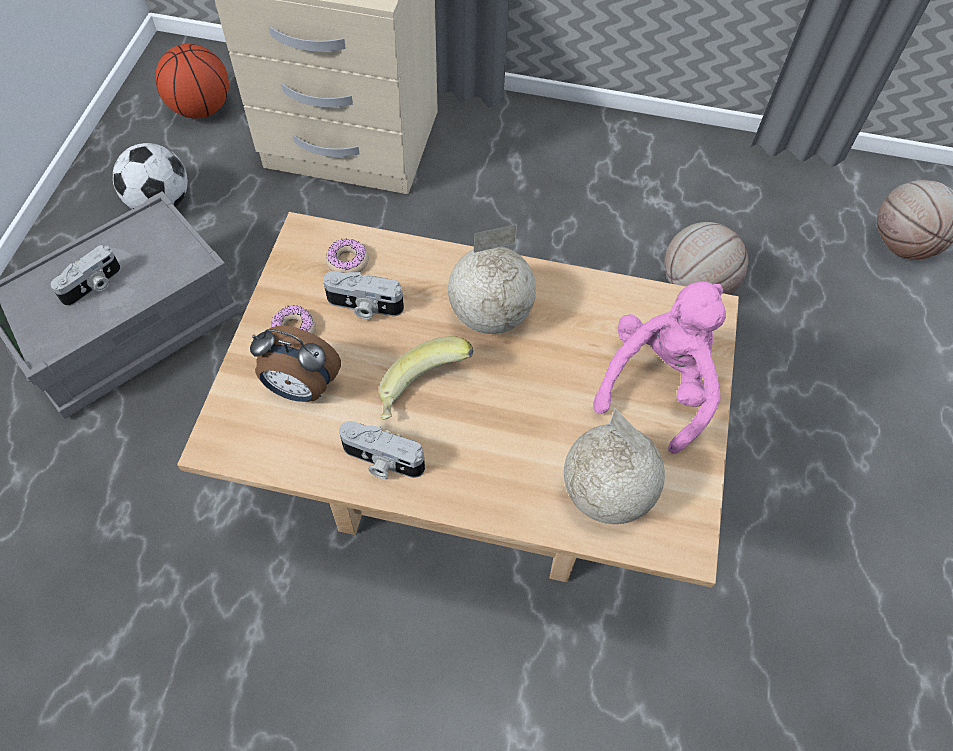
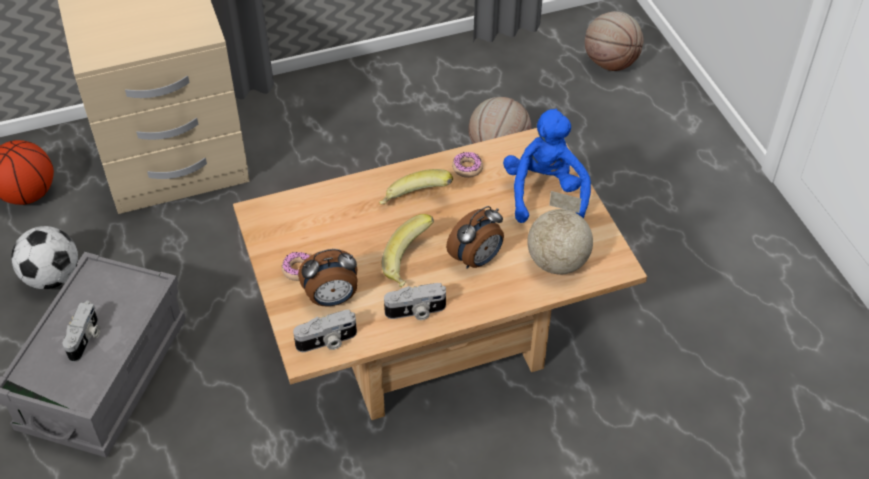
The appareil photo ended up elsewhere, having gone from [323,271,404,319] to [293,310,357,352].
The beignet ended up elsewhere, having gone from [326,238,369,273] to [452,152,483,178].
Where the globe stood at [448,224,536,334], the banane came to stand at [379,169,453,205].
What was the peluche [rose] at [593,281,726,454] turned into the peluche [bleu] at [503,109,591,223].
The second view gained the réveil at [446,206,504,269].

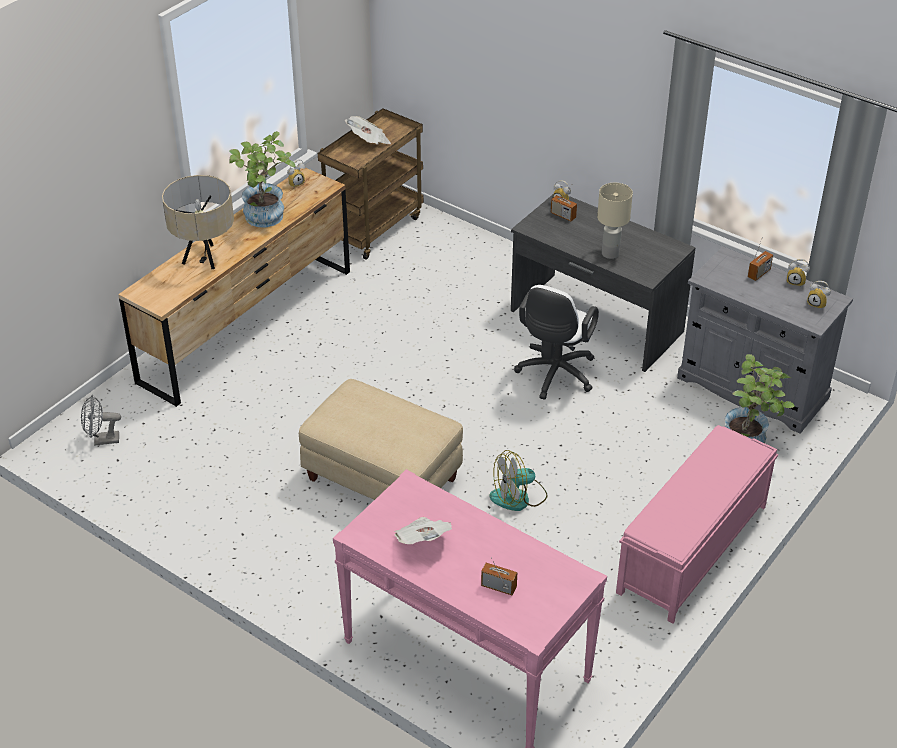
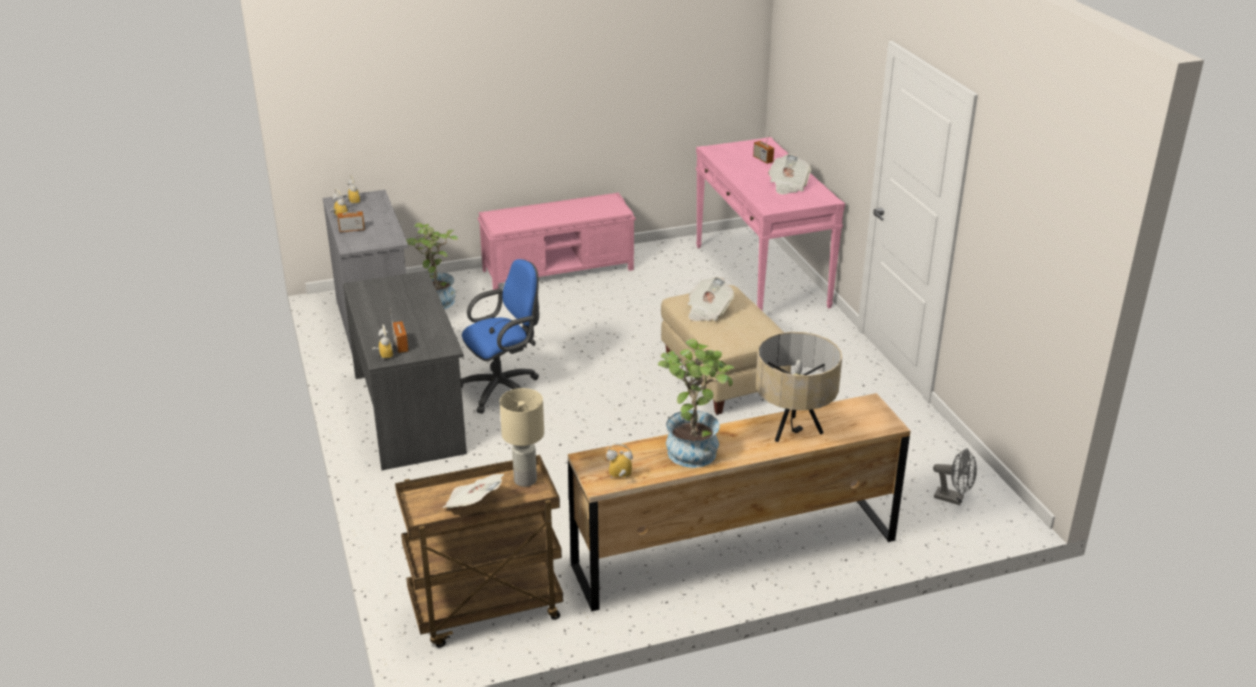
The second view lost the ventilateur at [489,450,548,511].
What was the chaise de bureau [blanc] at [514,285,599,400] turned into the chaise de bureau [bleu] at [461,259,539,414].
The lampe de table [beige] ended up elsewhere, having gone from [597,183,633,259] to [500,388,544,487].
The second view gained the journal at [688,277,734,321].

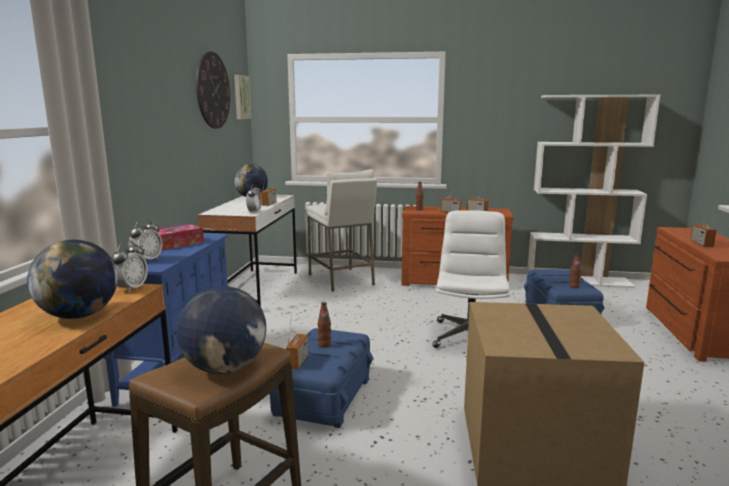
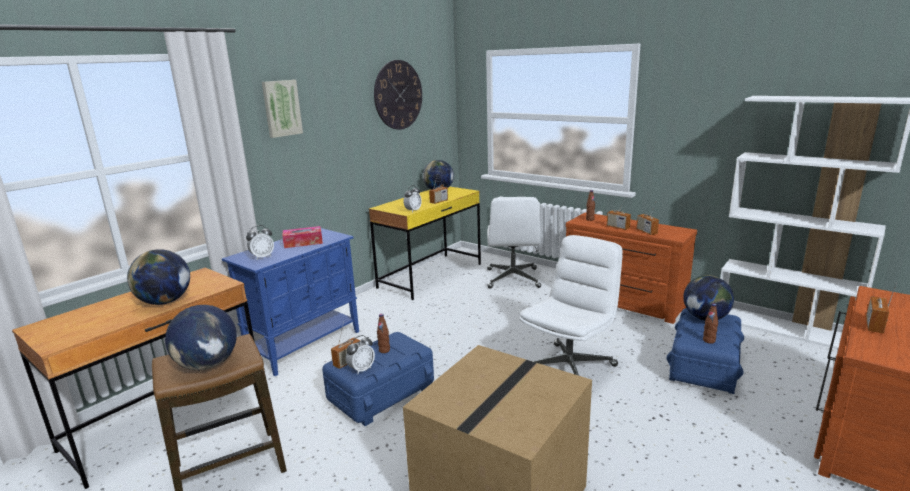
The réveil ended up elsewhere, having gone from [112,241,148,293] to [346,335,375,375].
What was the bureau [blanc] at [198,195,297,307] turned into the bureau [jaune] at [369,187,481,300].
The tableau ended up elsewhere, having gone from [234,75,251,119] to [262,80,303,138].
Where the tabouret [blanc] stood at [307,169,377,292], the chaise de bureau [blanc] came to stand at [487,197,541,289].
The second view gained the globe at [683,275,734,321].

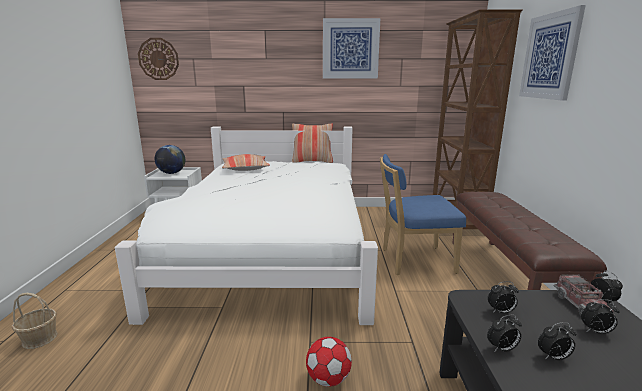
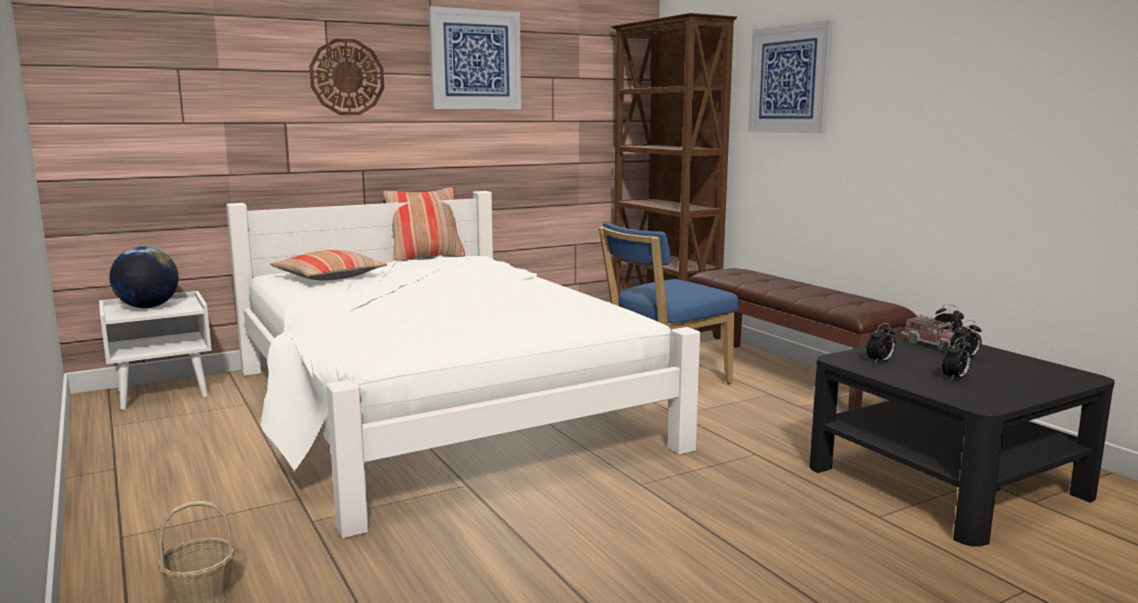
The horloge murale ended up elsewhere, having gone from [138,38,179,80] to [309,38,384,115].
The second view lost the ballon de foot at [306,337,352,387].
The second view lost the réveil at [487,314,522,352].

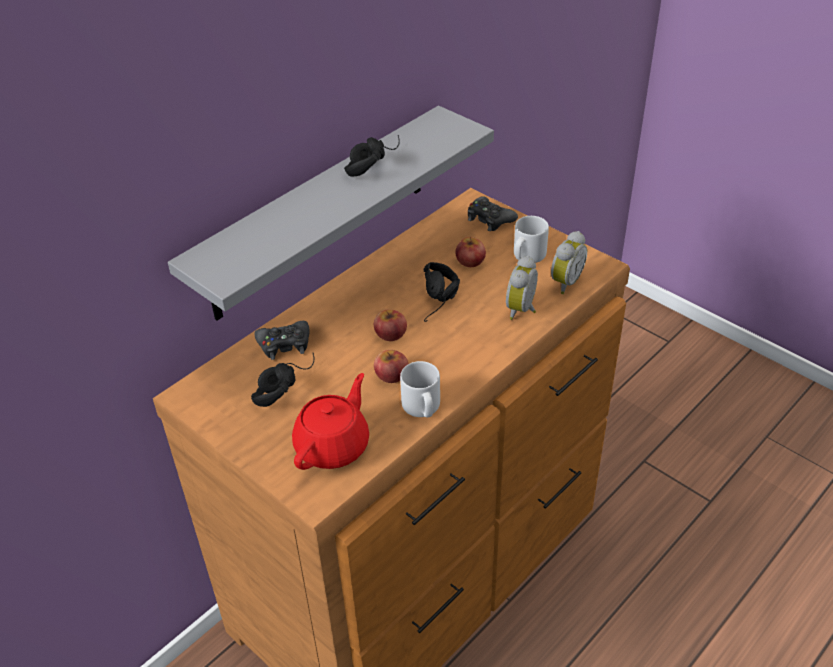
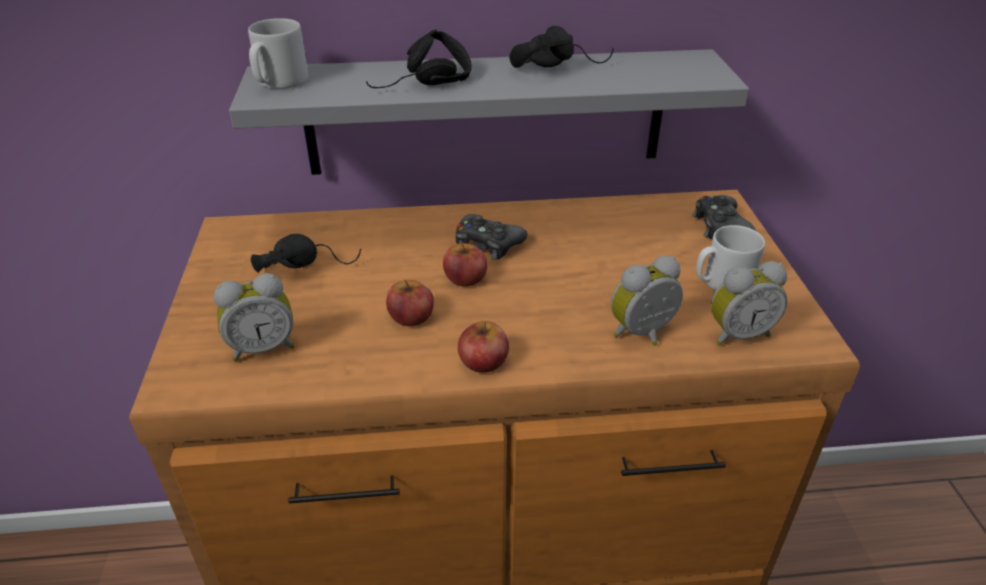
The manette [noir] ended up elsewhere, having gone from [255,321,310,360] to [456,214,528,260].
Where the théière [rouge] stood at [292,373,369,470], the réveil came to stand at [214,273,295,362].
The mug [gris] ended up elsewhere, having gone from [400,361,440,417] to [248,18,308,89].
The casque audio [noir] ended up elsewhere, having gone from [424,262,460,322] to [366,29,472,88].
The pomme ended up elsewhere, having gone from [455,237,486,267] to [458,321,509,373].

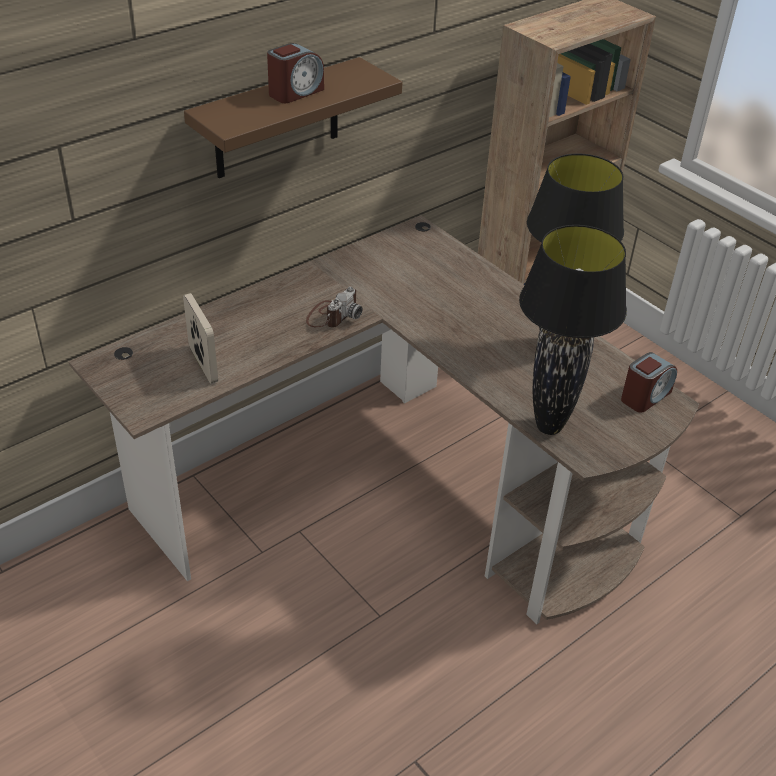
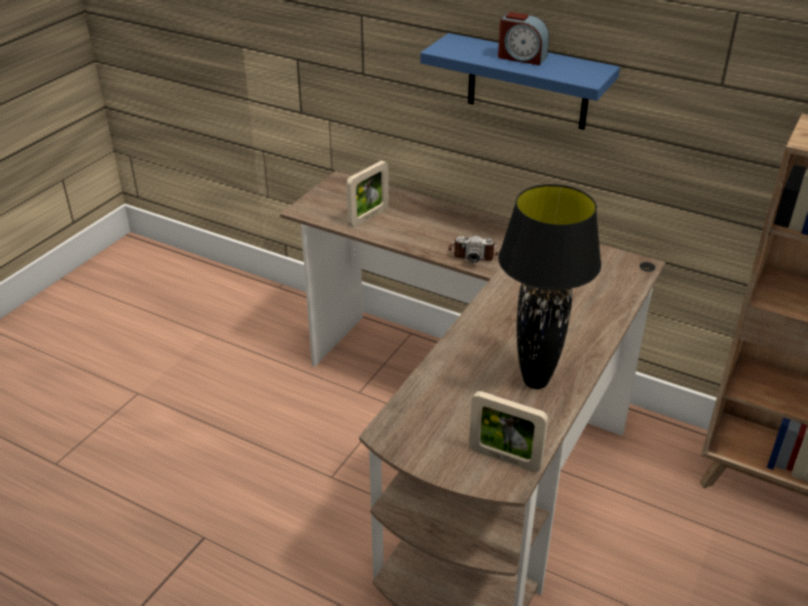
What was the étagère [marron] at [184,57,402,178] turned into the étagère [bleu] at [420,33,620,130].
The second view lost the lampe de table [noir] at [519,225,627,435].
Where the réveil stood at [621,352,677,413], the cadre photo came to stand at [469,391,548,472].

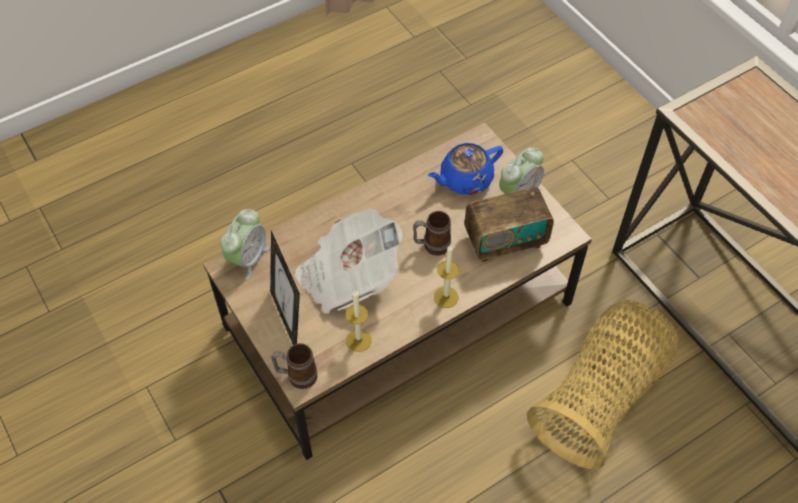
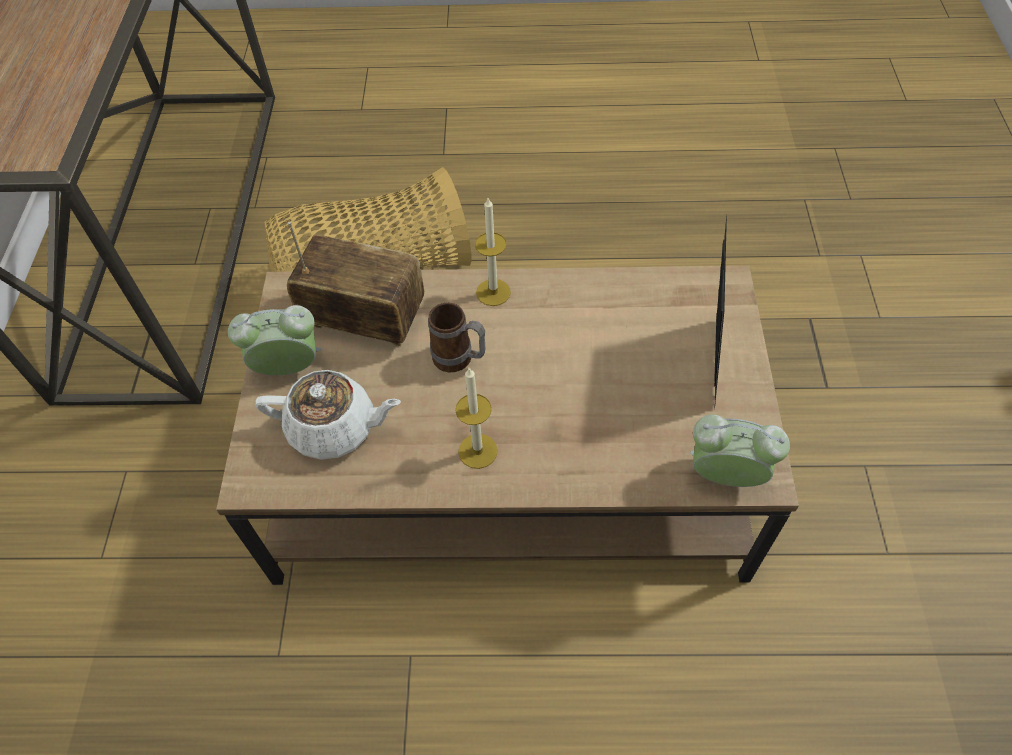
The réveil at [220,209,269,280] ended up facing another way, 45 degrees clockwise from before.
The second view lost the mug at [271,343,317,389].
The second view lost the journal at [295,208,404,314].
The bougie ended up elsewhere, having gone from [346,290,372,352] to [455,368,498,469].
What was the théière [bleu] at [428,143,503,195] turned into the théière [blanc] at [255,370,401,460].

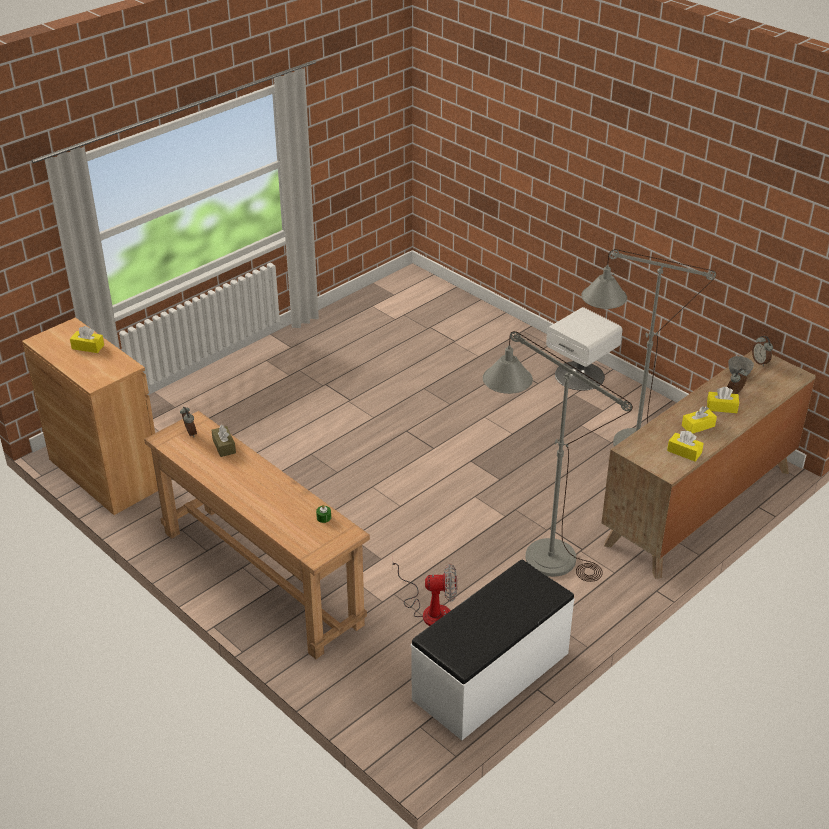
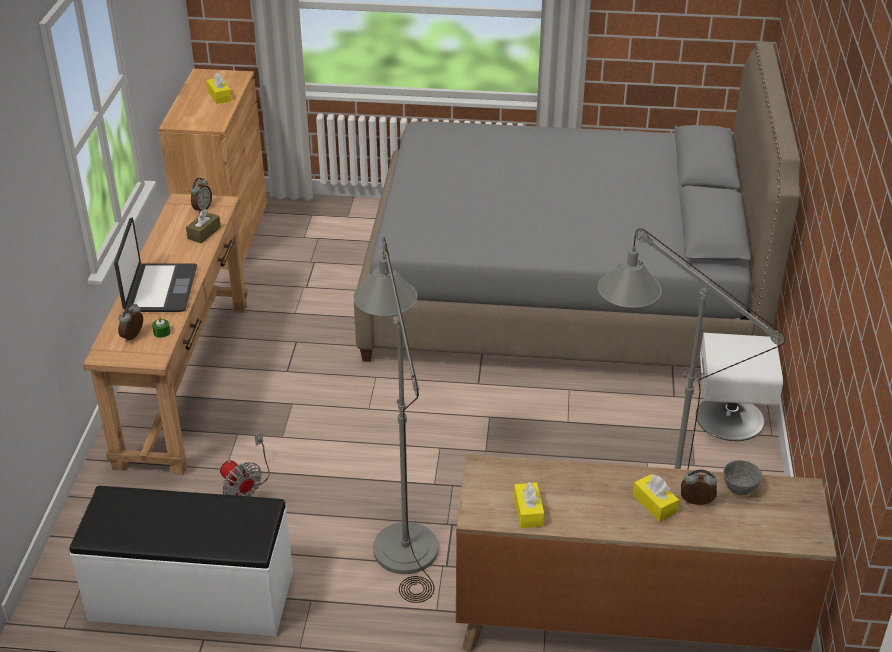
The second view lost the boîte à mouchoirs [jaune] at [682,406,717,433].
The réveil ended up elsewhere, having gone from [752,336,773,367] to [118,304,143,342].
The second view gained the ordinateur portable at [114,217,197,312].
The second view gained the lit [gris] at [354,42,800,368].

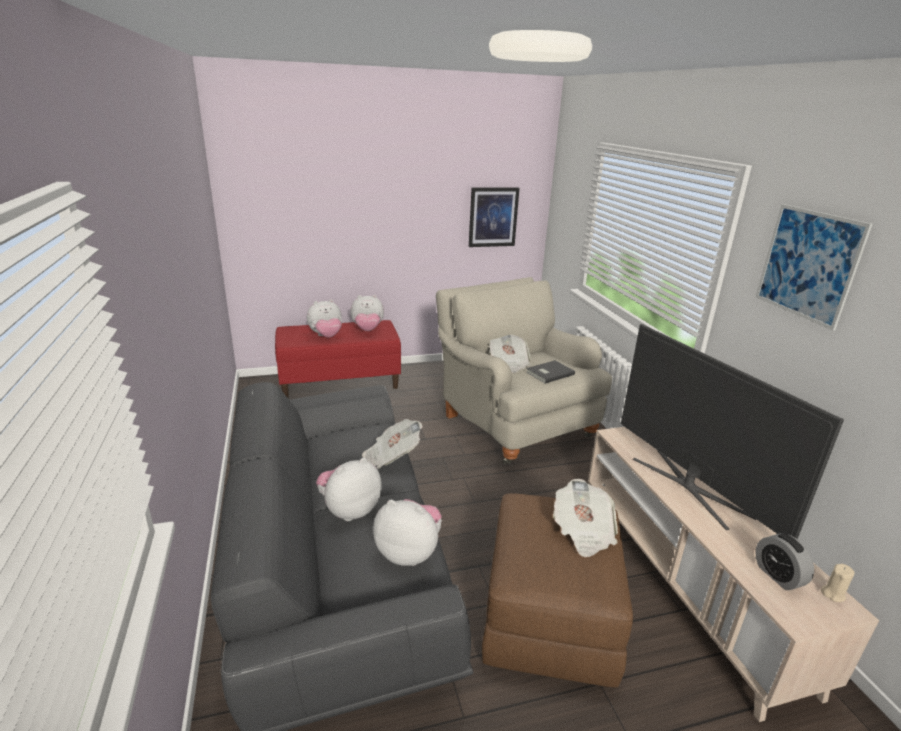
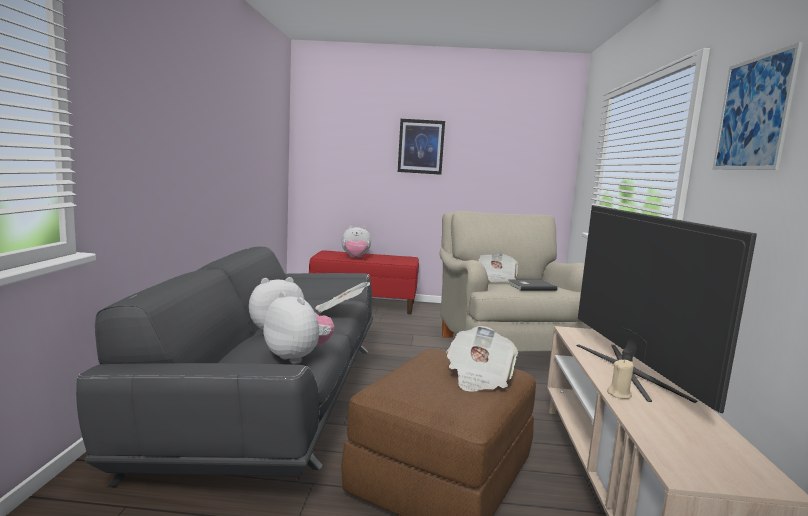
The second view lost the peluche at [350,295,384,331].
The tableau ended up elsewhere, having gone from [469,187,520,247] to [398,119,445,175].
The second view lost the réveil at [755,533,814,590].
The bougie [beige] ended up elsewhere, having gone from [821,564,855,602] to [607,359,634,399].

